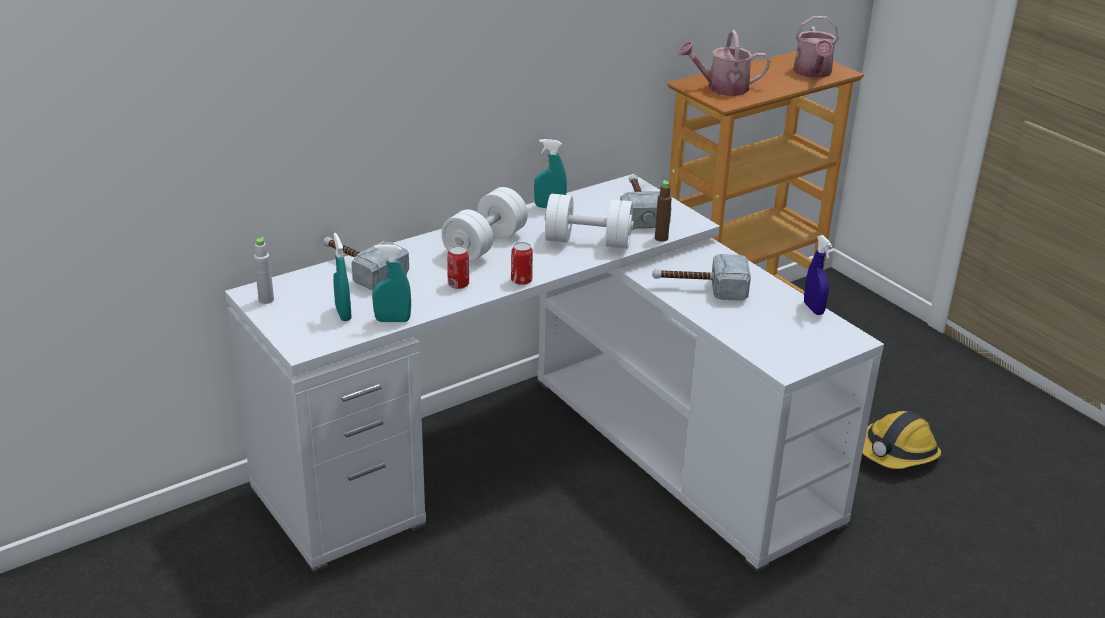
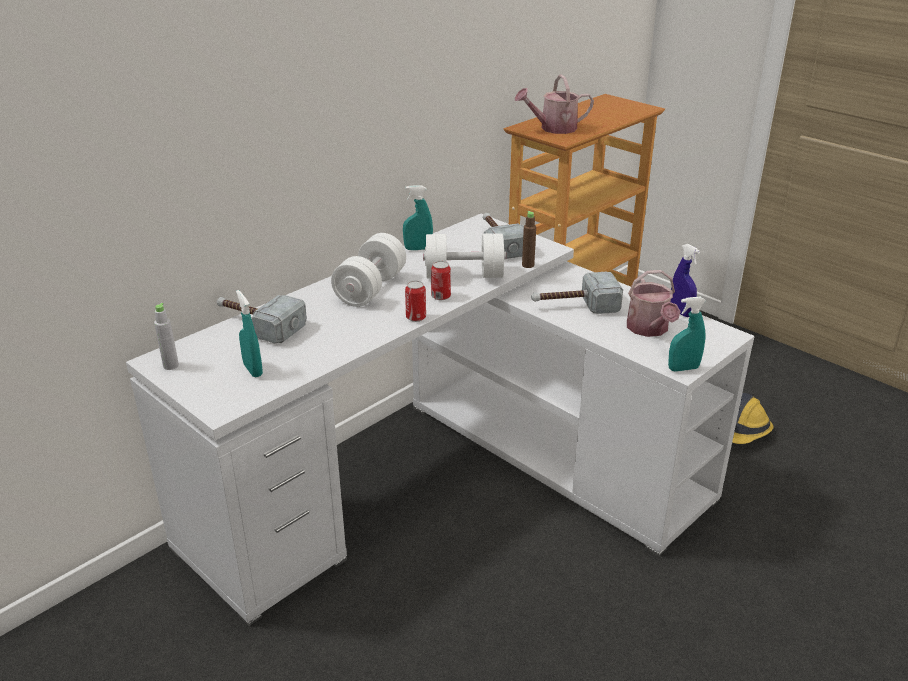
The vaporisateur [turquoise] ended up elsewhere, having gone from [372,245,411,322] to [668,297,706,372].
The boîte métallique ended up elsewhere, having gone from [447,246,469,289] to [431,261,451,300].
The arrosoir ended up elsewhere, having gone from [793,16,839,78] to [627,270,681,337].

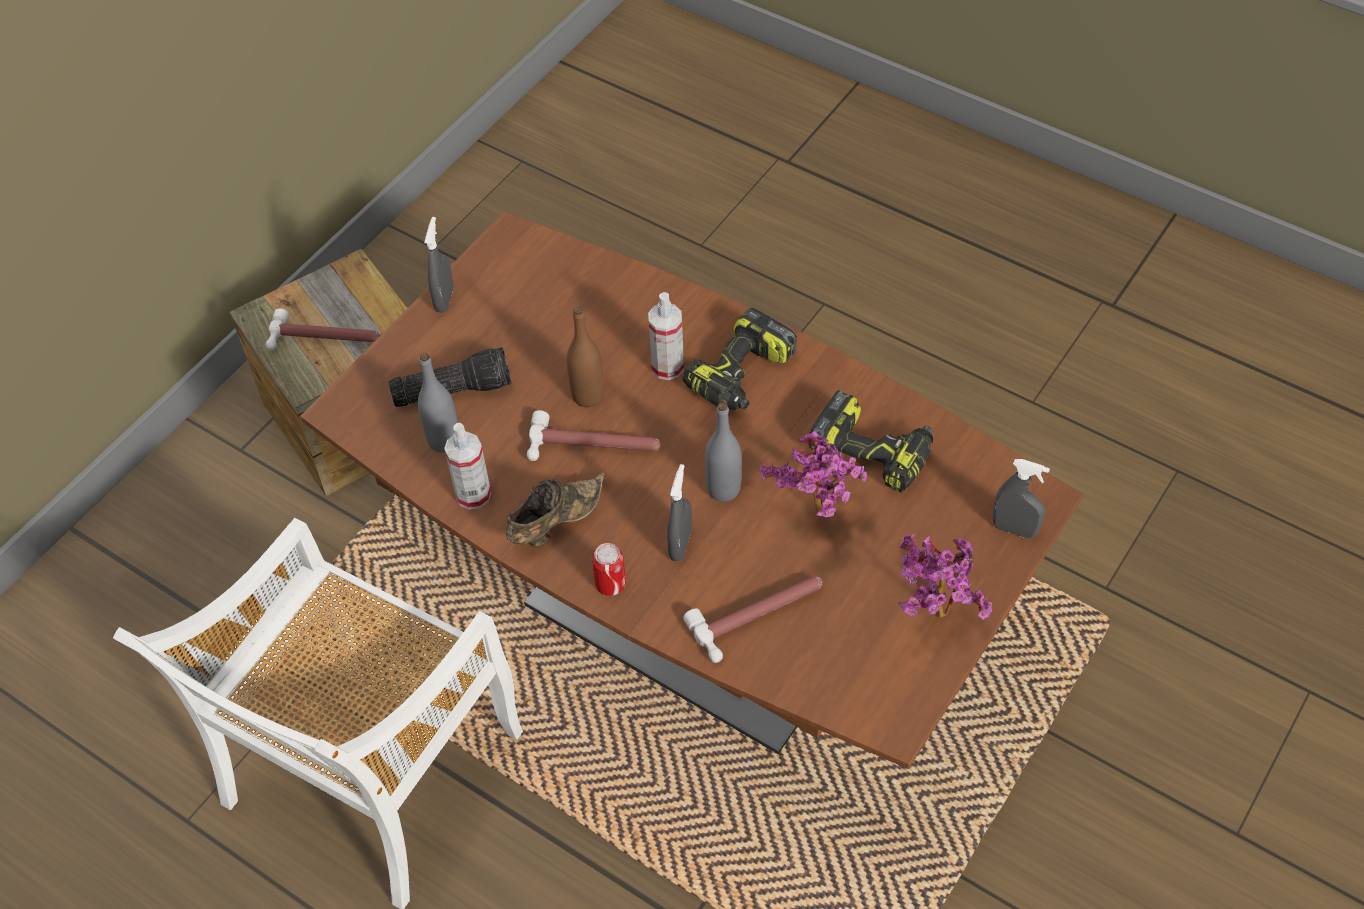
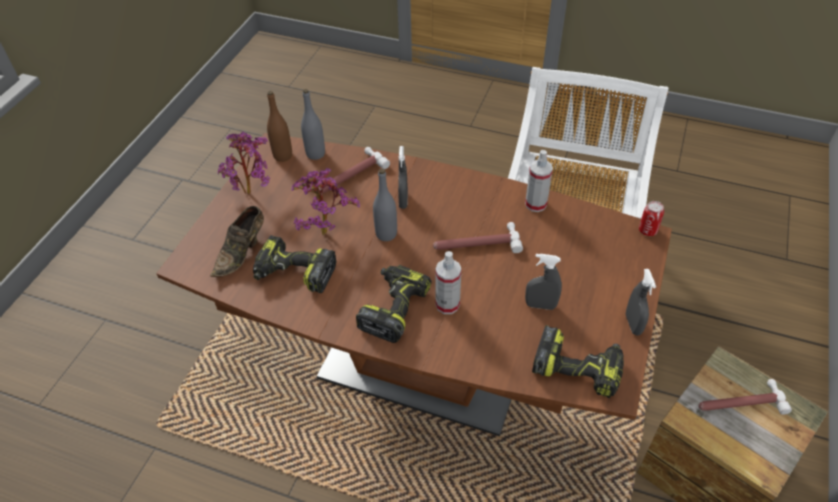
The second view lost the lampe de poche at [389,347,512,407].
The bouteille [gris] ended up elsewhere, having gone from [418,353,458,452] to [301,89,325,160].
The chaussure [marron] ended up elsewhere, having gone from [506,473,605,547] to [210,206,264,277].
The bouteille [marron] ended up elsewhere, having gone from [567,307,604,407] to [267,91,292,162].
The boîte métallique ended up elsewhere, having gone from [592,543,626,596] to [639,201,664,236].
The vaporisateur [gris] ended up elsewhere, having gone from [993,459,1050,539] to [525,254,562,310].
The second view gained the perceuse at [532,325,624,398].

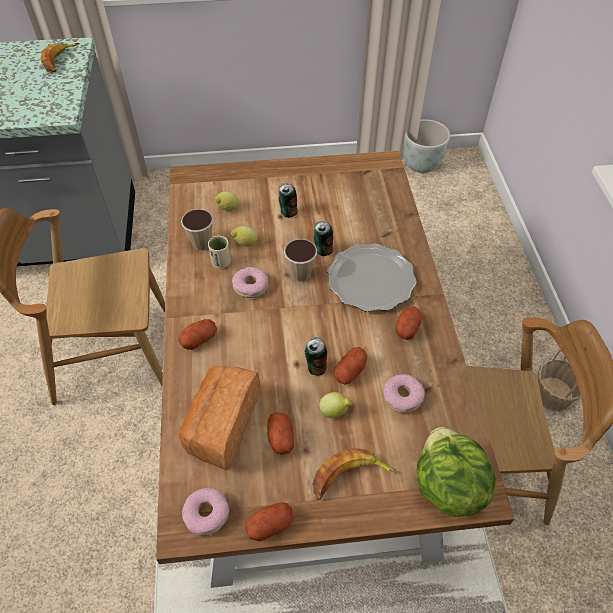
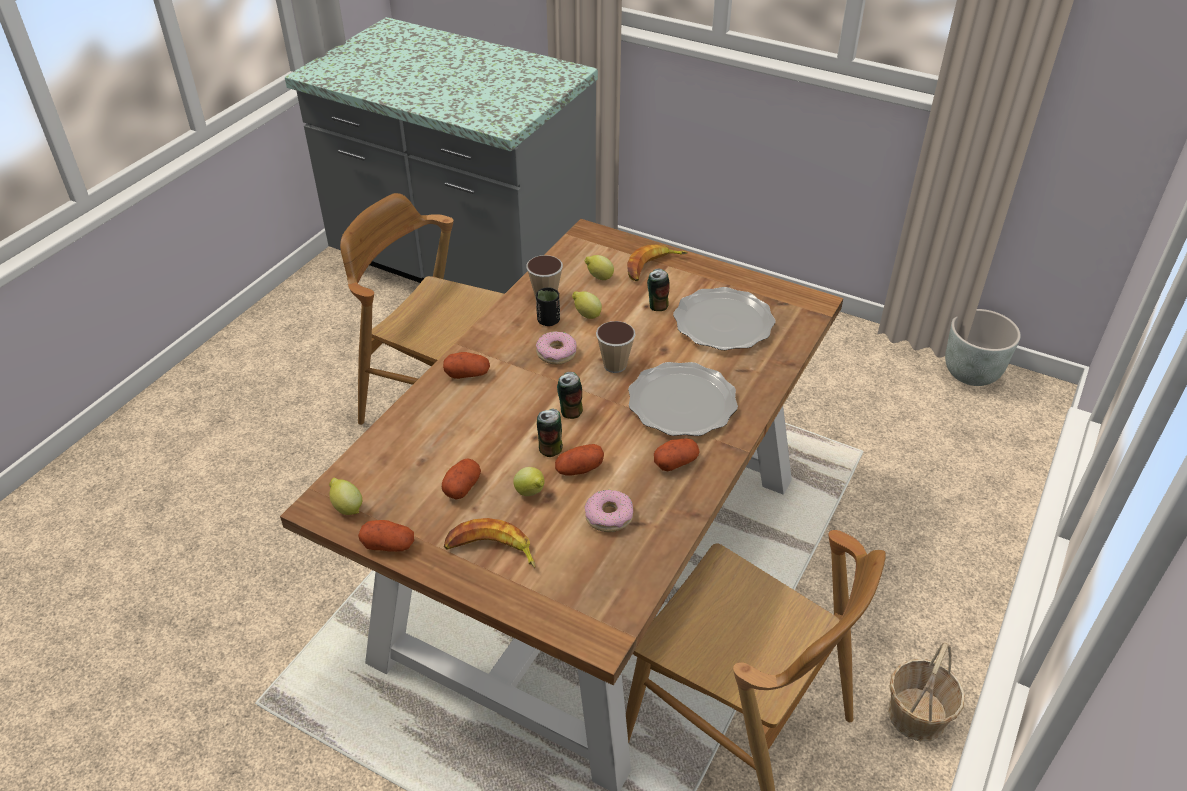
The banane ended up elsewhere, having gone from [41,43,79,72] to [627,244,687,281].
The second view lost the pain at [179,366,260,470].
Where the beignet stood at [182,488,229,536], the citron came to stand at [329,478,362,515].
What was the tasse [beige] at [208,236,231,268] turned into the tasse [noir] at [536,288,560,326].
The boîte métallique ended up elsewhere, having gone from [314,221,333,256] to [557,372,583,419].
The second view lost the laitue at [417,427,496,517].
The second view gained the assiette at [673,287,775,350].

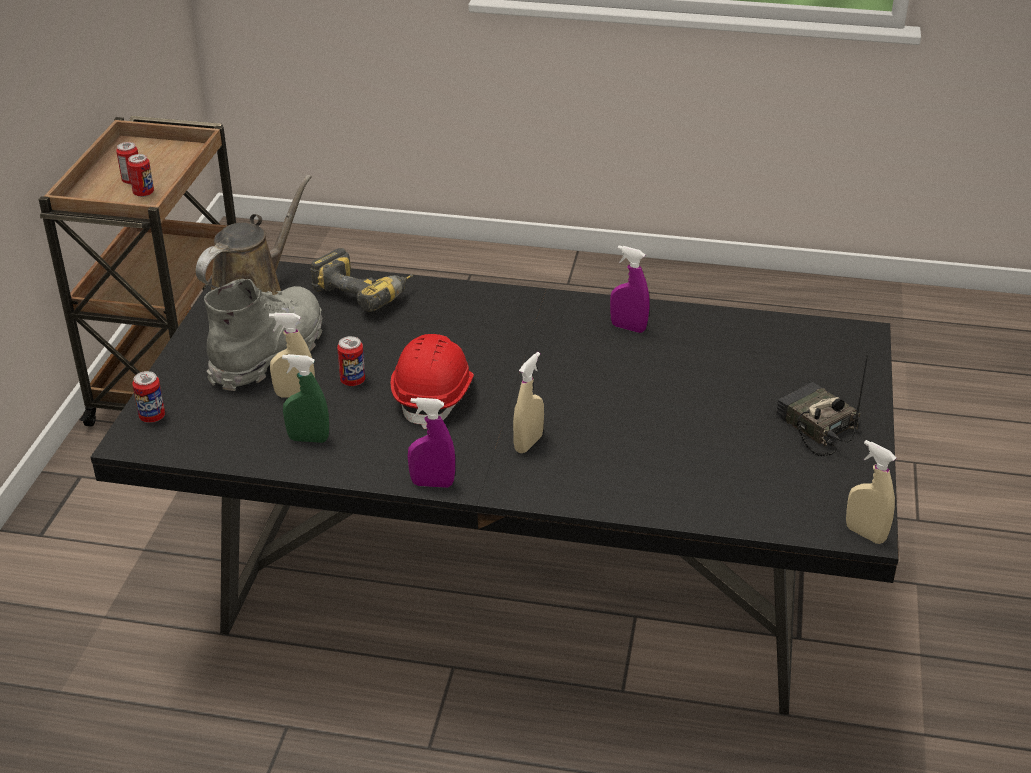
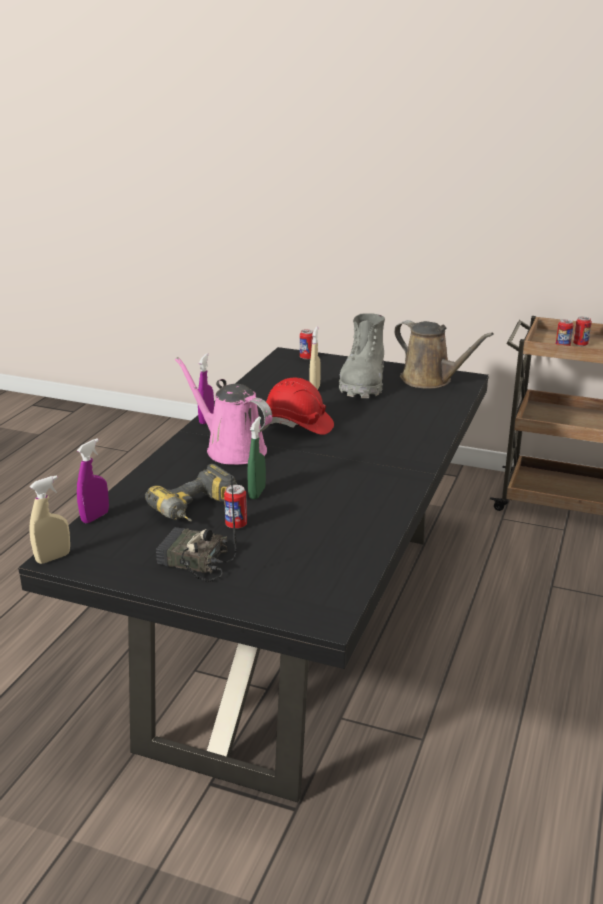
The botte [gris] at [204,279,323,391] ended up facing another way, 60 degrees clockwise from before.
The vaporisateur [vert] ended up elsewhere, having gone from [282,354,329,443] to [247,417,266,499].
The perceuse ended up elsewhere, having gone from [310,248,413,311] to [145,464,237,521].
The boîte métallique ended up elsewhere, having gone from [337,336,365,386] to [224,485,247,529].
Where the vaporisateur [beige] stood at [513,352,544,453], the arrosoir [rose] came to stand at [175,357,272,465].
The vaporisateur [violet] ended up elsewhere, having gone from [610,246,649,333] to [77,438,109,523].
The radio at [776,354,868,456] ended up facing another way, 135 degrees counterclockwise from before.

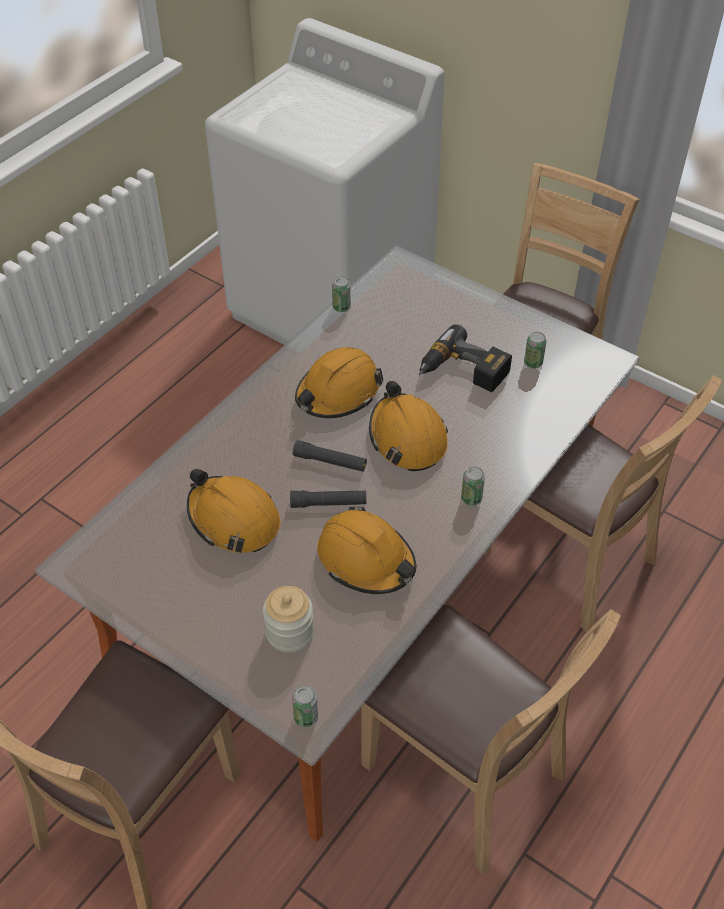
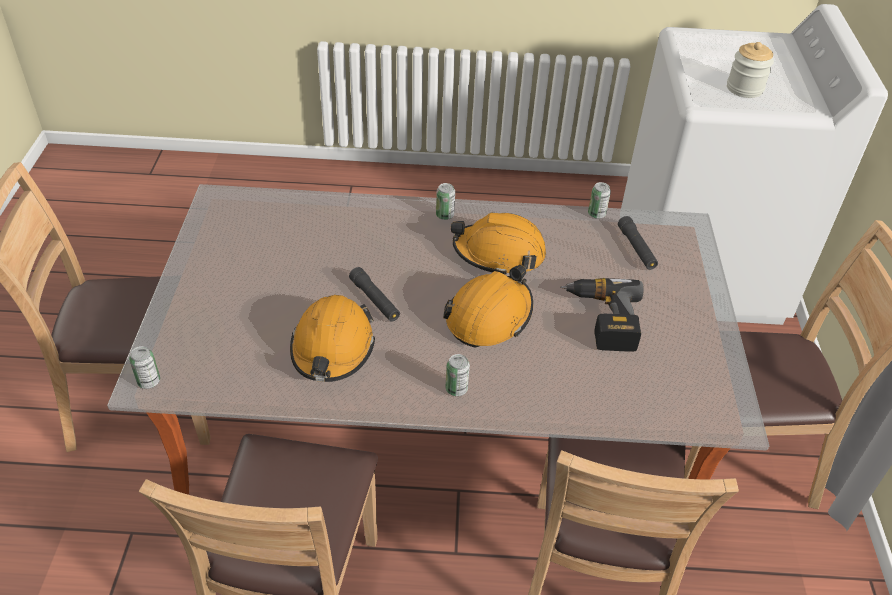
The second view lost the casque de chantier [orange] at [187,469,281,553].
The bocal ended up elsewhere, having gone from [263,586,314,653] to [727,42,774,98].
The lampe de poche [noir] ended up elsewhere, having gone from [293,440,367,472] to [618,216,658,270].
The boîte métallique ended up elsewhere, having gone from [524,332,547,368] to [436,183,455,220].

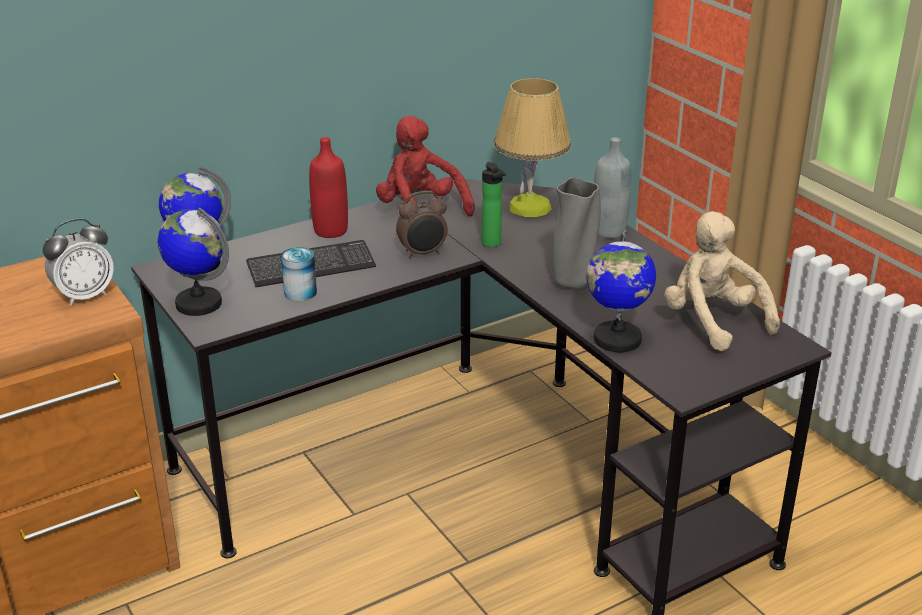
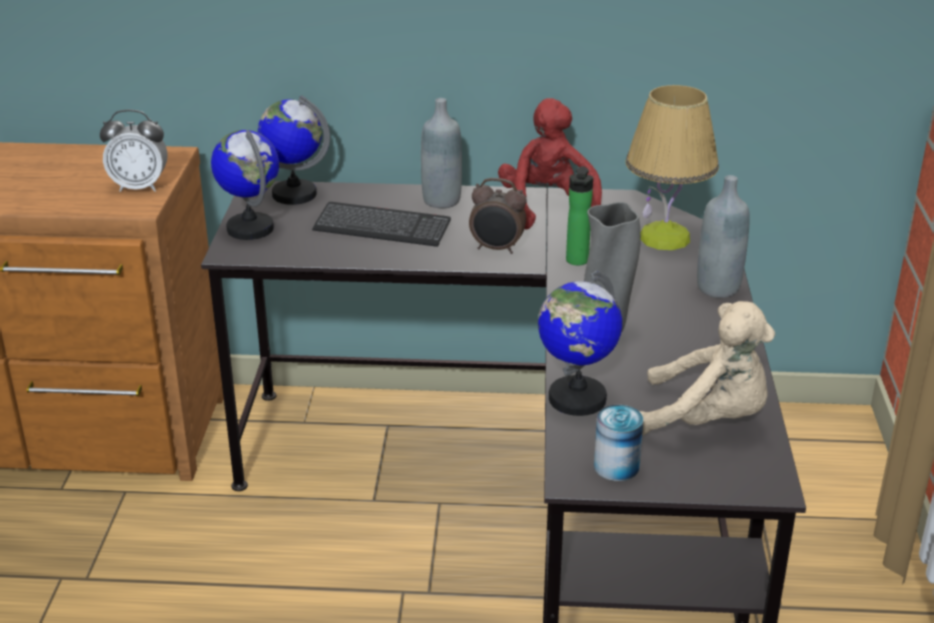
The boîte métallique ended up elsewhere, having gone from [281,247,317,301] to [594,405,643,481].
What was the bouteille [rouge] at [309,137,348,238] turned into the bouteille [gris] at [421,98,462,208].
The peluche [beige] at [664,211,780,351] ended up facing another way, 105 degrees clockwise from before.

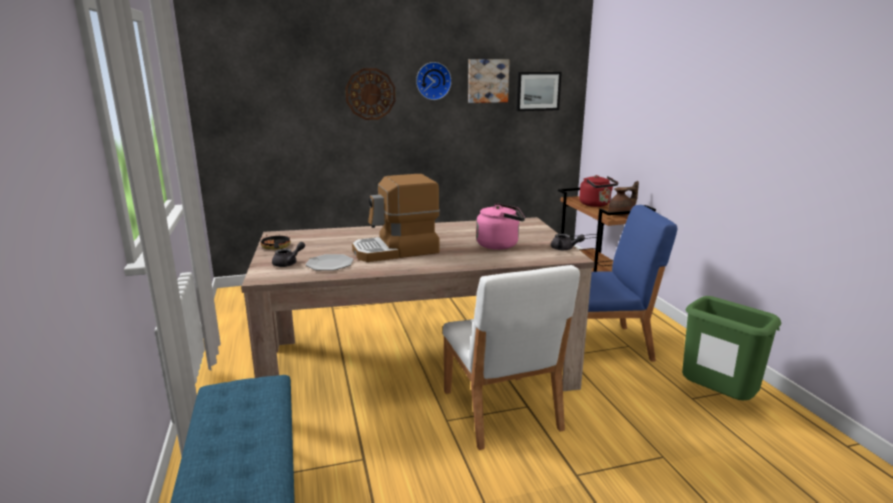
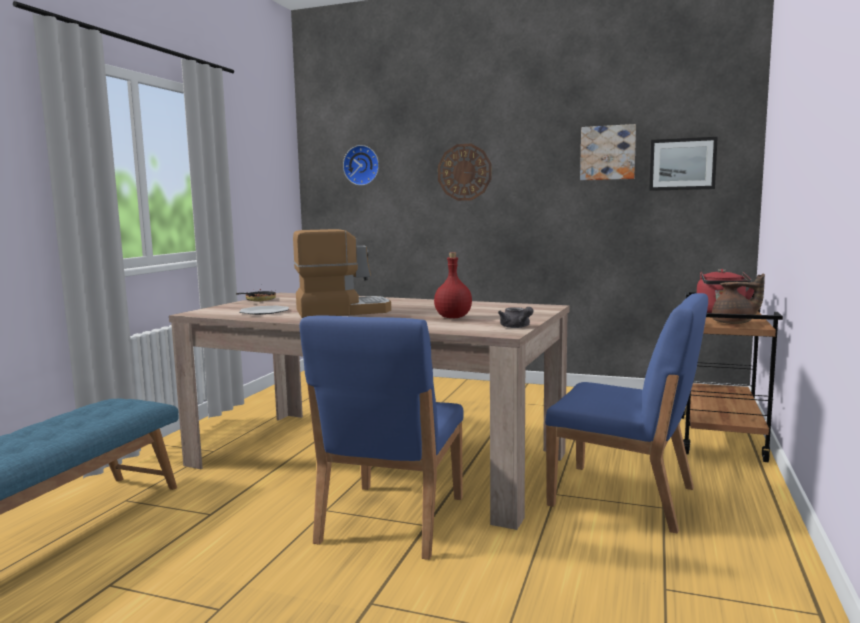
The second view lost the théière [gris] at [272,242,305,267].
The machine à café at [352,174,440,262] ended up facing another way, 150 degrees clockwise from before.
The horloge murale ended up elsewhere, having gone from [416,62,452,100] to [343,145,379,186].
What was the chaise [blanc] at [443,265,580,450] turned into the chaise [bleu] at [300,316,464,560].
Where the bouilloire [rose] stood at [476,203,525,250], the bouteille [rouge] came to stand at [434,252,472,318].
The second view lost the poubelle [vert] at [682,296,781,401].

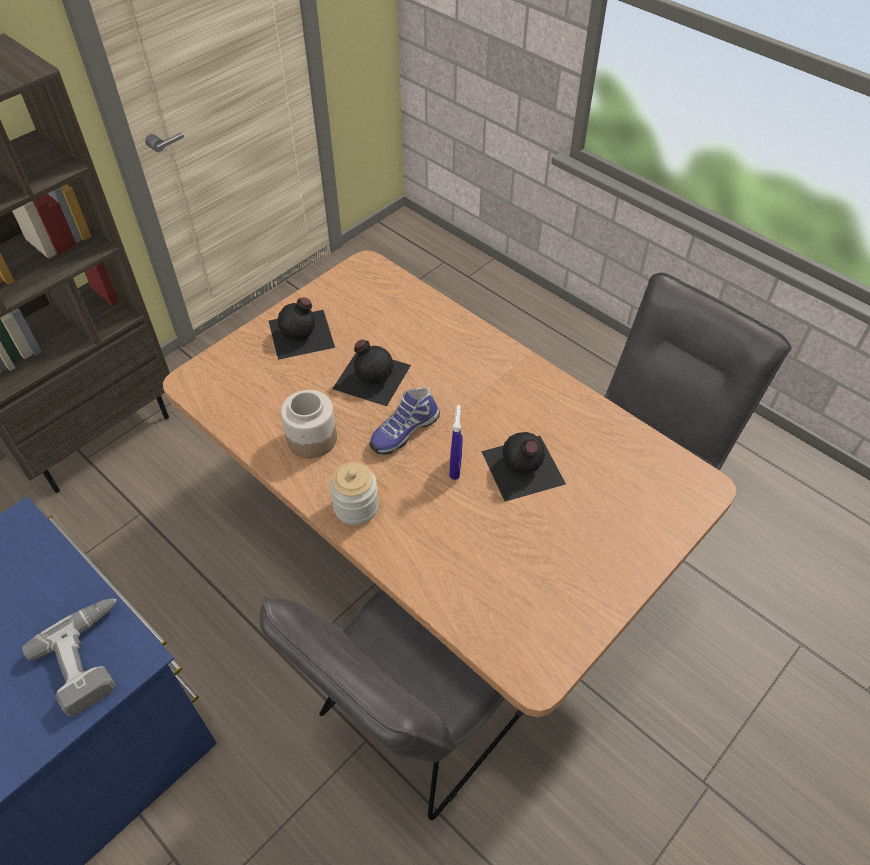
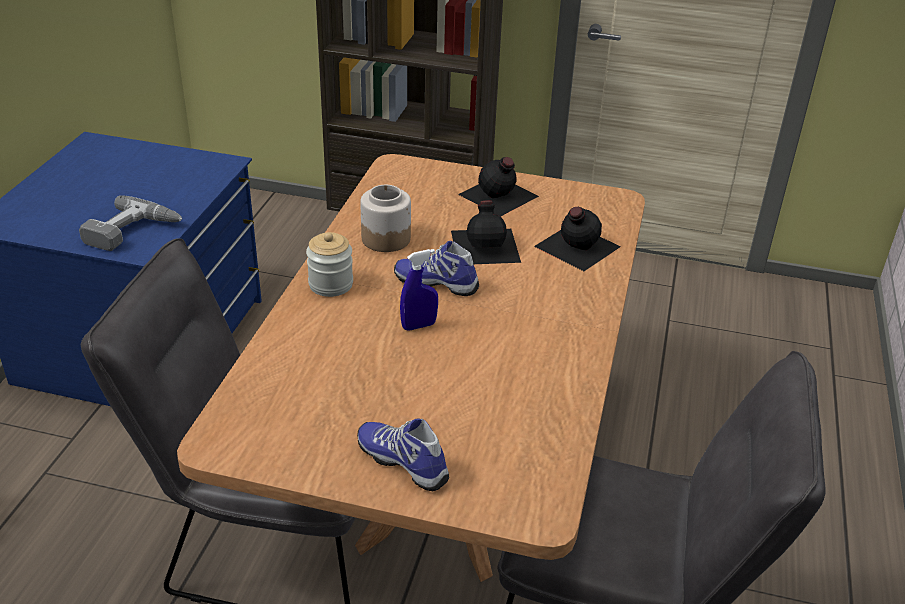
The bouteille [noir] ended up elsewhere, having gone from [481,432,566,502] to [534,207,621,271].
The second view gained the chaussure at [357,418,449,491].

